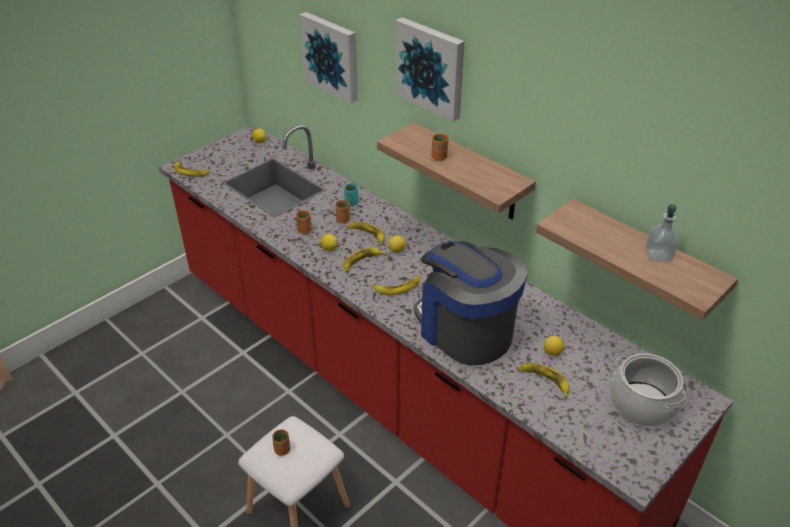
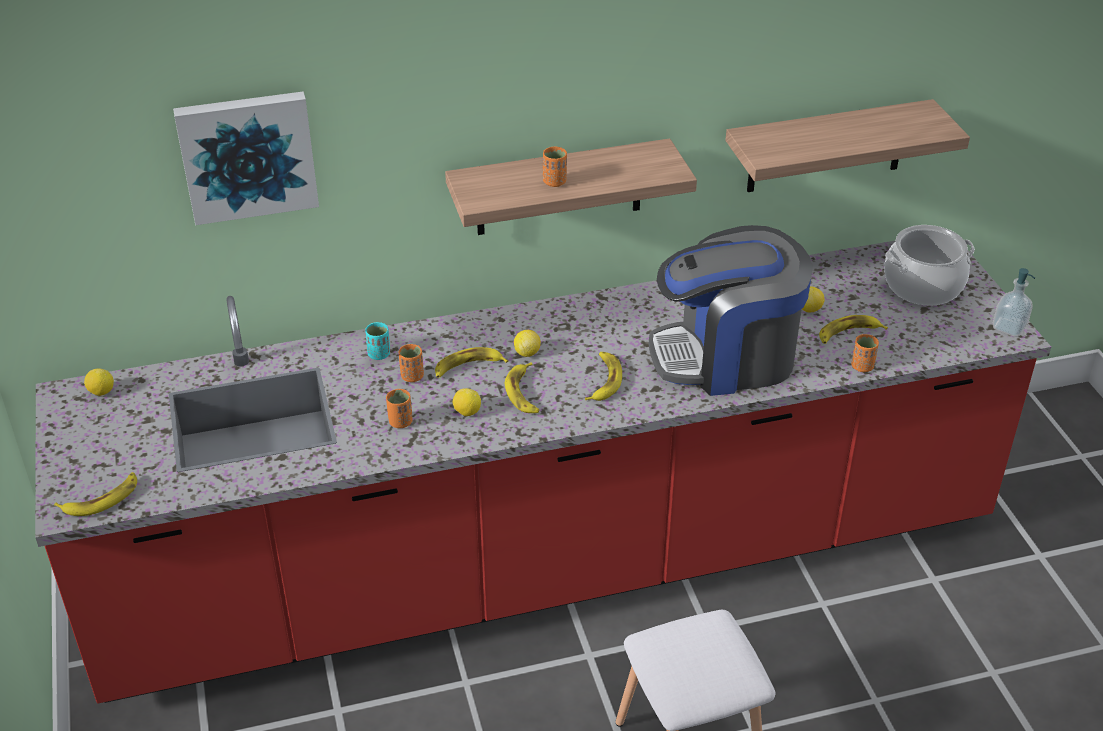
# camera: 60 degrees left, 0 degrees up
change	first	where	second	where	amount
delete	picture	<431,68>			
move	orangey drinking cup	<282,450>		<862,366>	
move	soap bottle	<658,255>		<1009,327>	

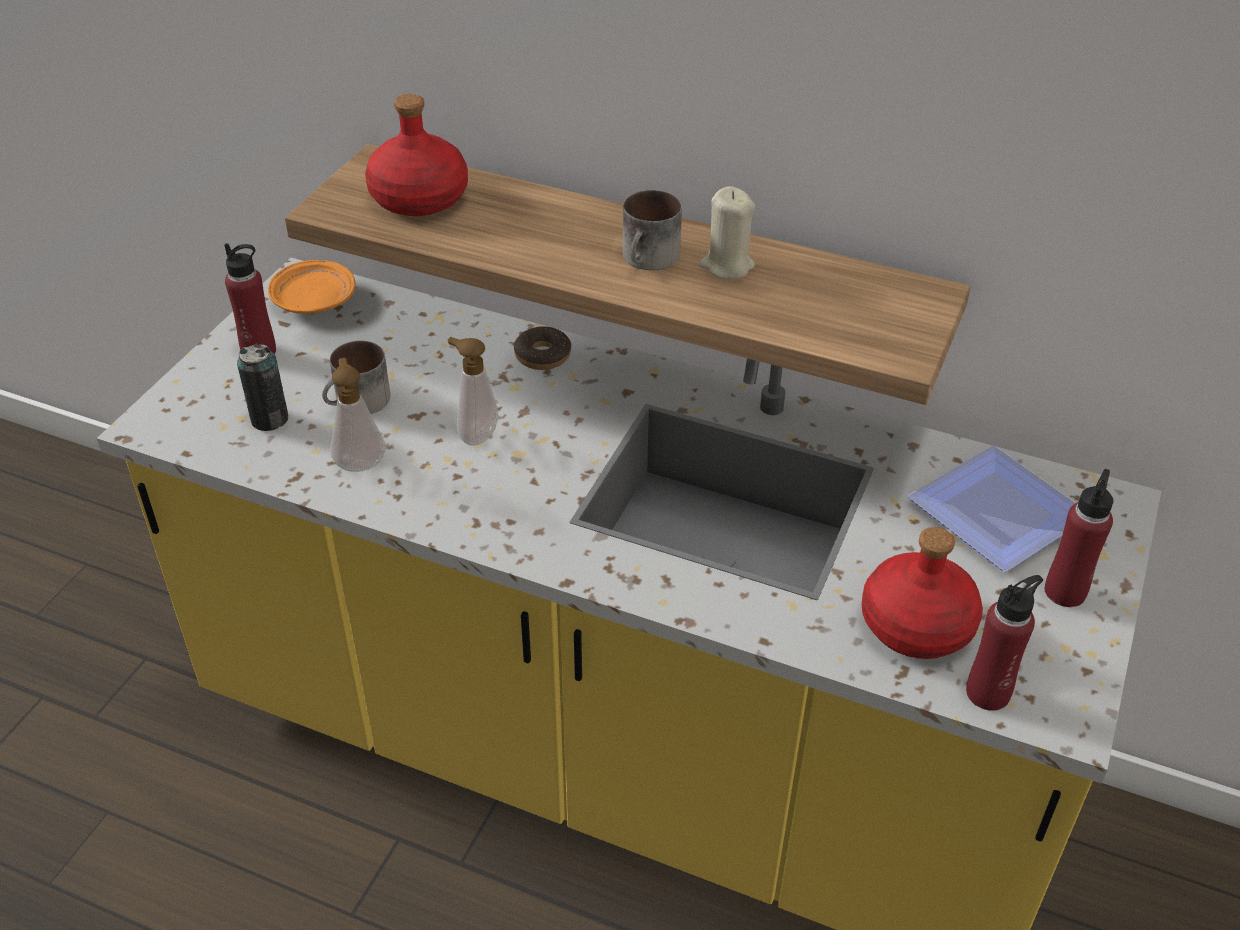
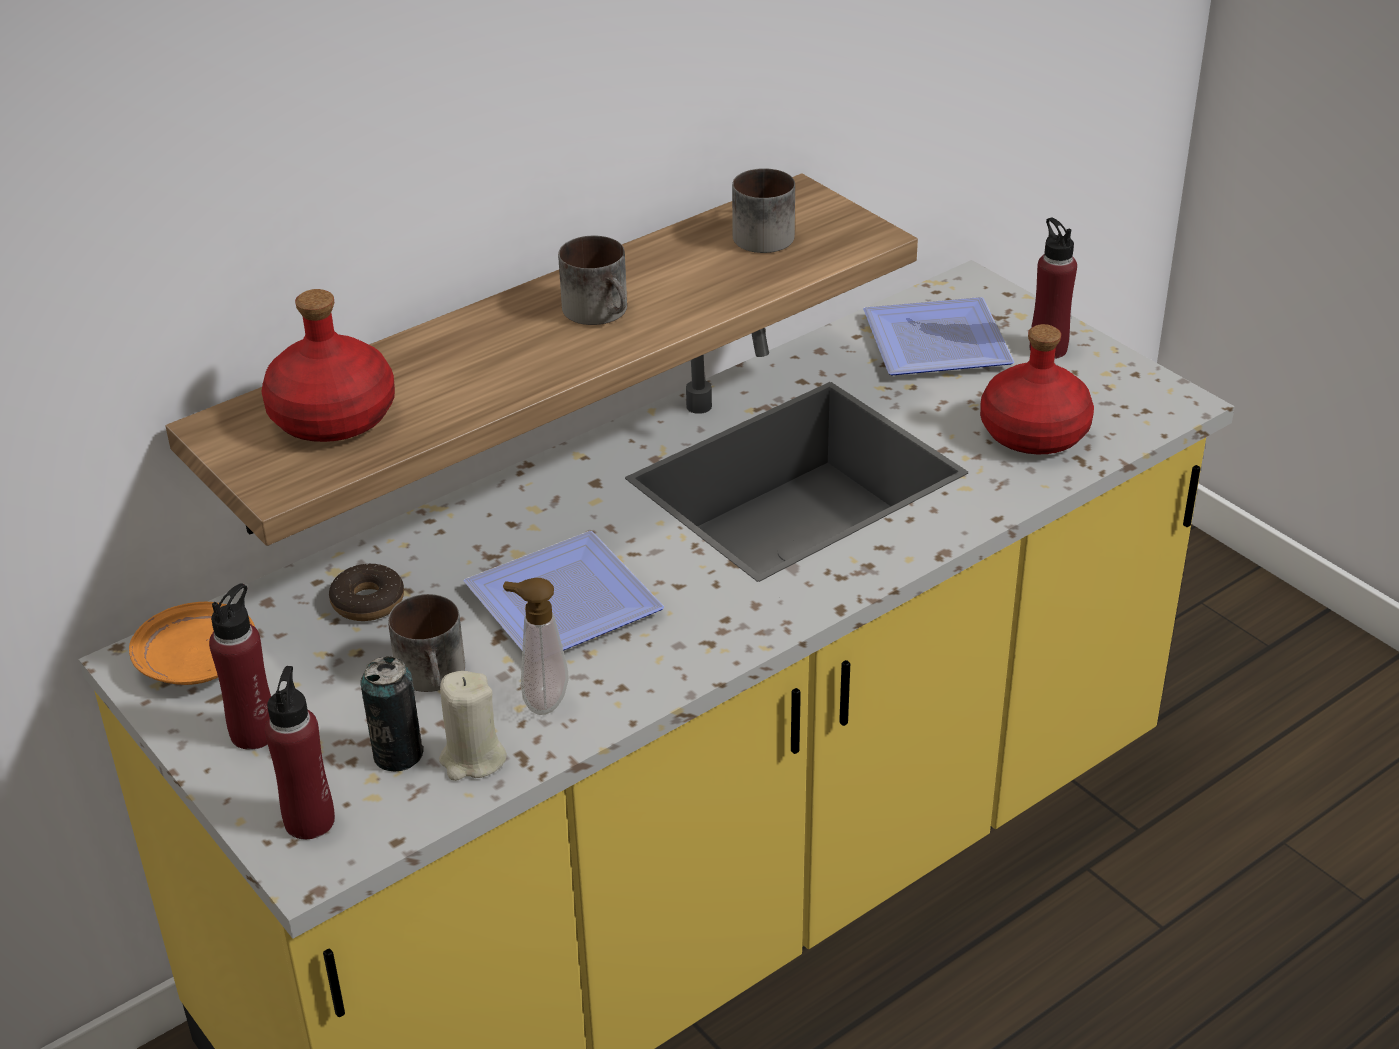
# camera: 60 degrees left, 5 degrees down
change	first	where	second	where	amount
insert			mug	<759,233>	
move	doughnut	<542,355>		<368,602>	
move	beige-coloured wax candle	<726,266>		<472,759>	
move	red-coloured bottle	<988,693>		<309,820>	
replace	soap bottle	<475,435>	flat dish	<570,603>	

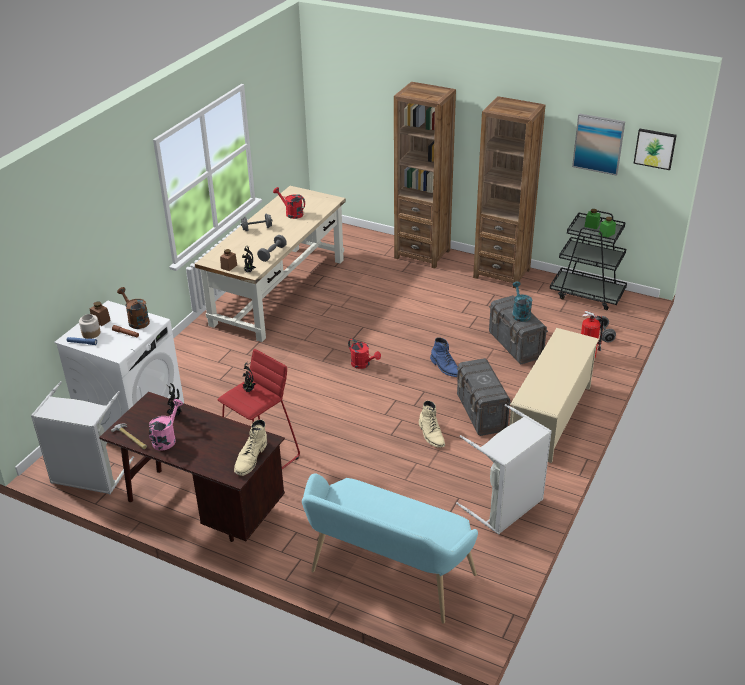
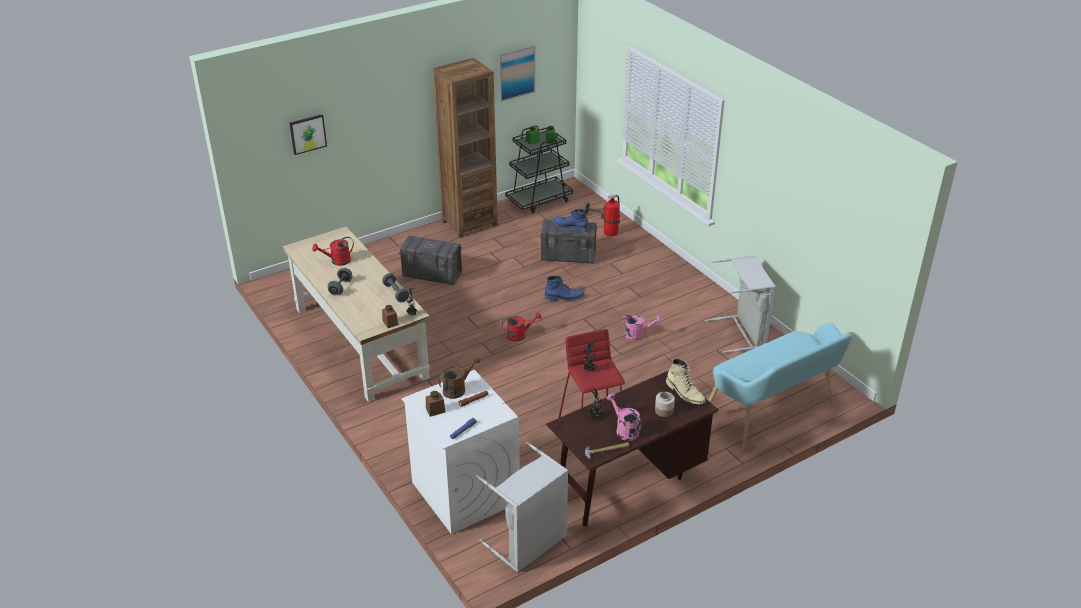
# camera: 60 degrees left, 0 degrees up
change	first	where	second	where	amount
delete	brown-coloured shelving unit	<422,254>			
delete	beige-coloured shoe stand	<550,418>			
move	preserve jar	<91,333>		<663,410>	
move	gray storage bin	<481,413>		<432,275>	
move	picture	<655,148>		<307,133>	
replace	beige-coloured boot	<431,434>	pink-coloured watering can	<637,335>	
replace	turquoise watering can	<520,313>	blue boot	<570,226>	
rotate	brown-coloured watering can	<136,320>		<457,389>	150 degrees clockwise

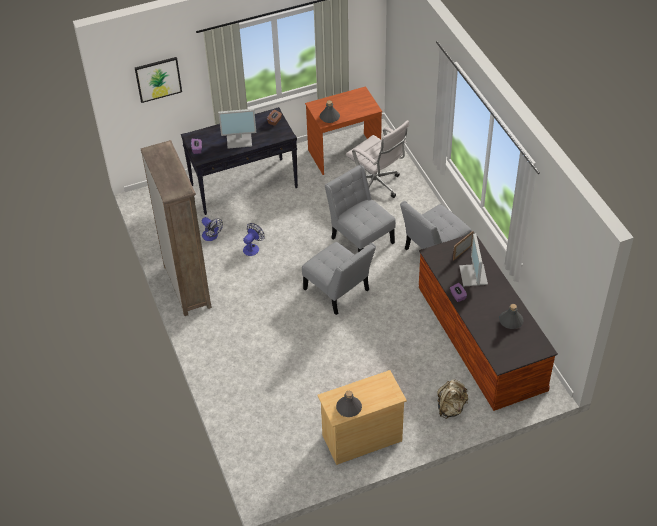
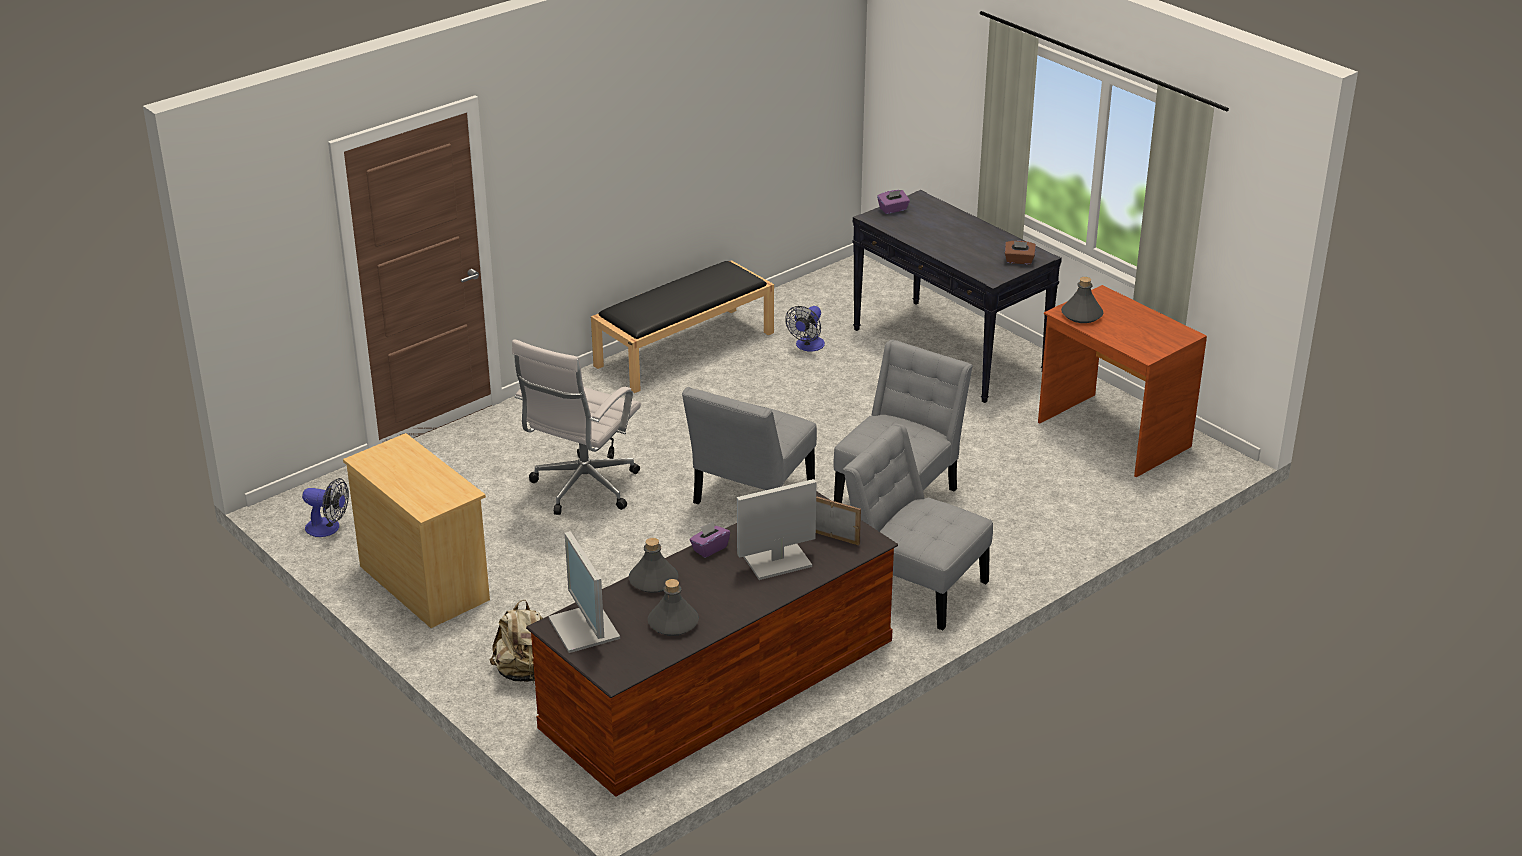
# camera: 70 degrees right, 15 degrees down
change	first	where	second	where	amount
delete	picture	<158,79>			
move	computer screen	<239,139>		<585,629>	
move	cooling fan	<253,248>		<328,528>	
move	gray bottle	<349,408>		<653,581>	
move	white-coloured office chair	<377,186>		<582,489>	
replace	brown-coloured shelving unit	<187,286>	black long seat	<685,348>	

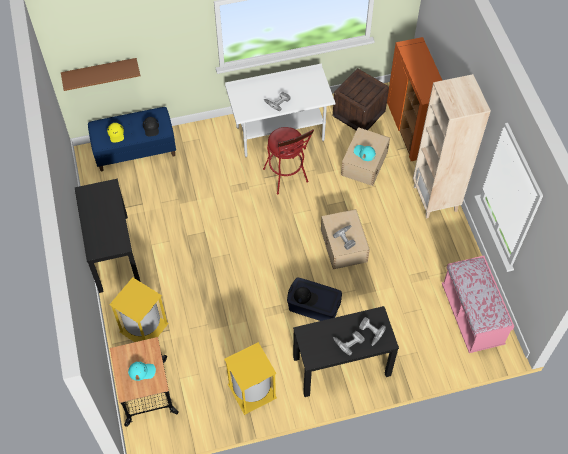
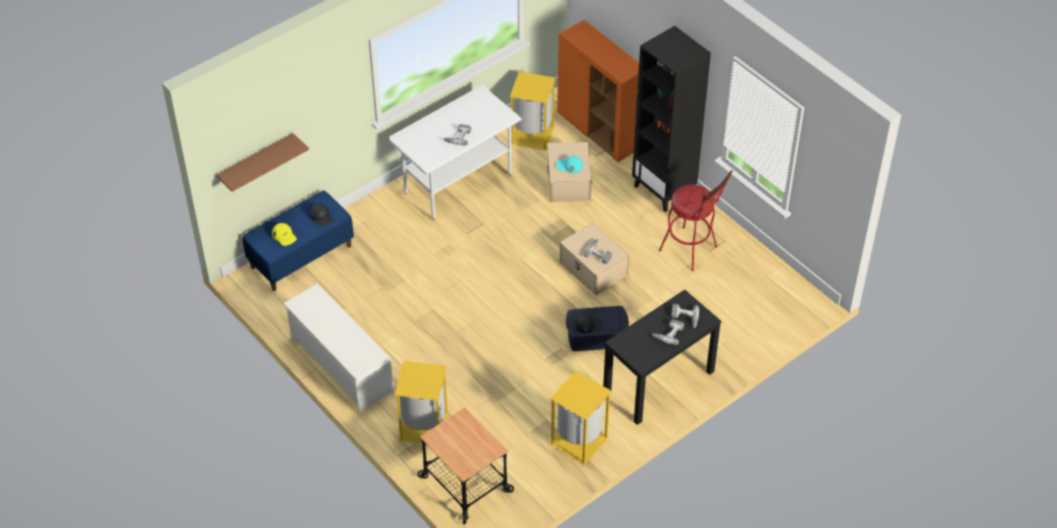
# camera: 25 degrees left, 10 degrees down
change	first	where	second	where	amount
delete	turquoise cap	<142,371>			
delete	pink-coloured long seat	<472,315>			
move	red-coloured sitting stool	<287,178>		<692,250>	
replace	black console table	<113,252>	white-coloured shoe stand	<341,366>	
replace	crate	<359,113>	yellowish rubbish bin	<533,134>	
recolor	beige-coloured shelving unit	<435,199>	black shelving unit	<664,190>	

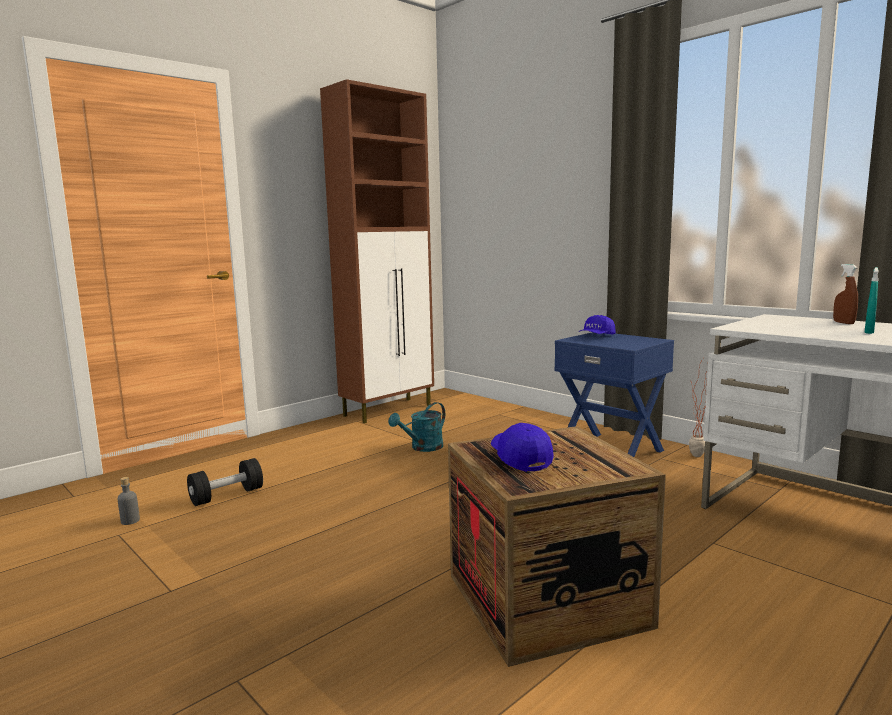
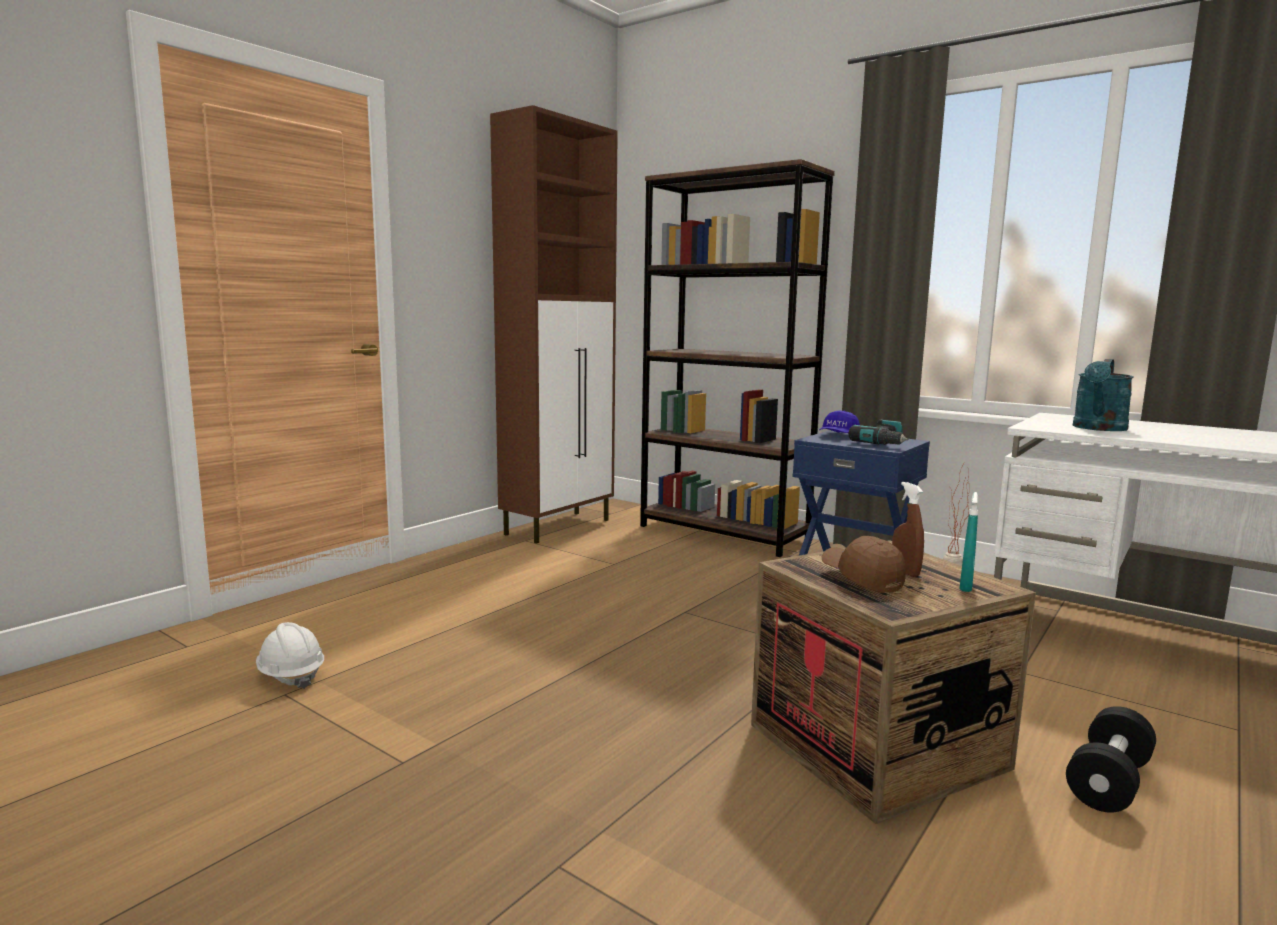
# camera: 10 degrees left, 0 degrees up
change	first	where	second	where	amount
insert			brown-coloured shelving unit	<723,533>	
insert			electric drill	<884,443>	
move	black hand weight	<227,496>		<1108,782>	
move	turquoise watering can	<422,448>		<1098,428>	
move	brown-coloured spray bottle	<843,323>		<905,572>	
move	turquoise spray bottle	<869,332>		<965,587>	
replace	gray bottle	<130,521>	white-coloured safety helmet	<291,676>	
recolor	blue cap	<520,459>	brown-coloured cap	<861,578>	

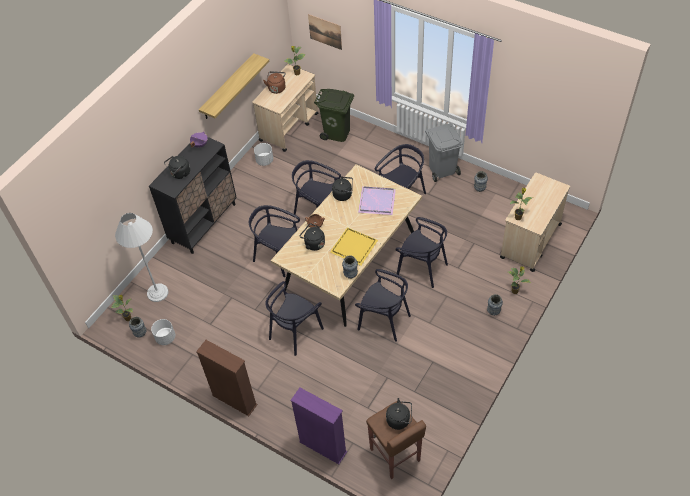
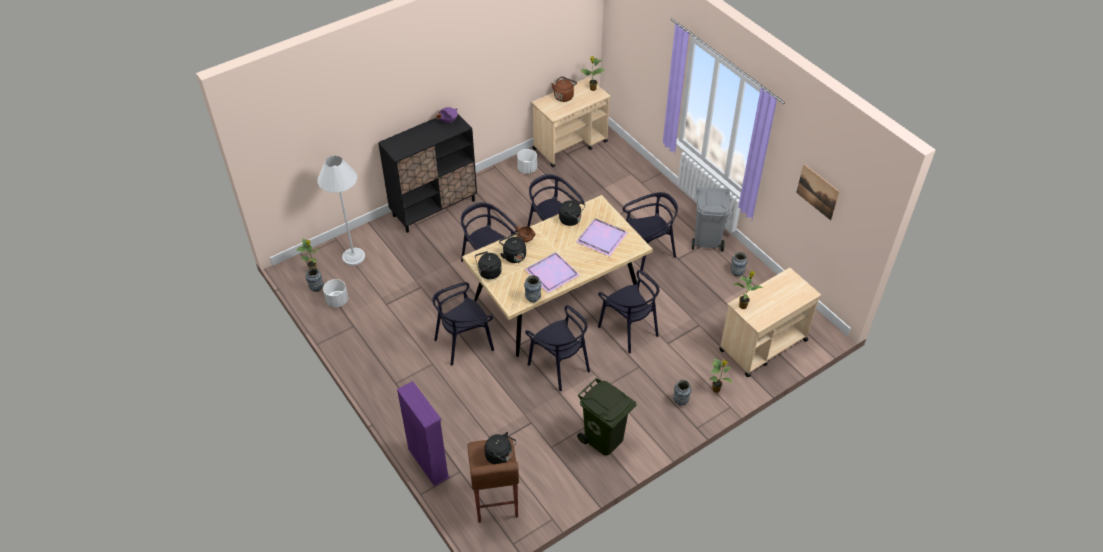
# camera: 20 degrees right, 5 degrees down
change	first	where	second	where	amount
delete	brown-coloured shelving unit	<234,400>			
delete	wall shelf	<228,87>			
move	black water kettle	<179,174>		<488,273>	
move	picture	<325,32>		<817,192>	
move	greenish rubbish bin	<337,133>		<603,439>	
recolor	yellowish carrying tray	<353,247>	purplish carrying tray	<551,273>	

